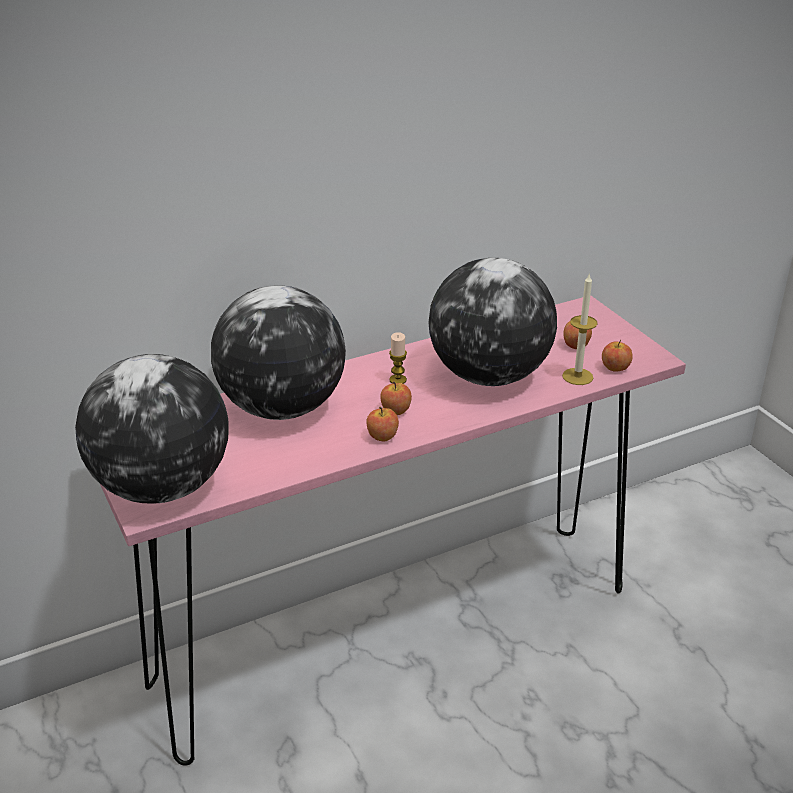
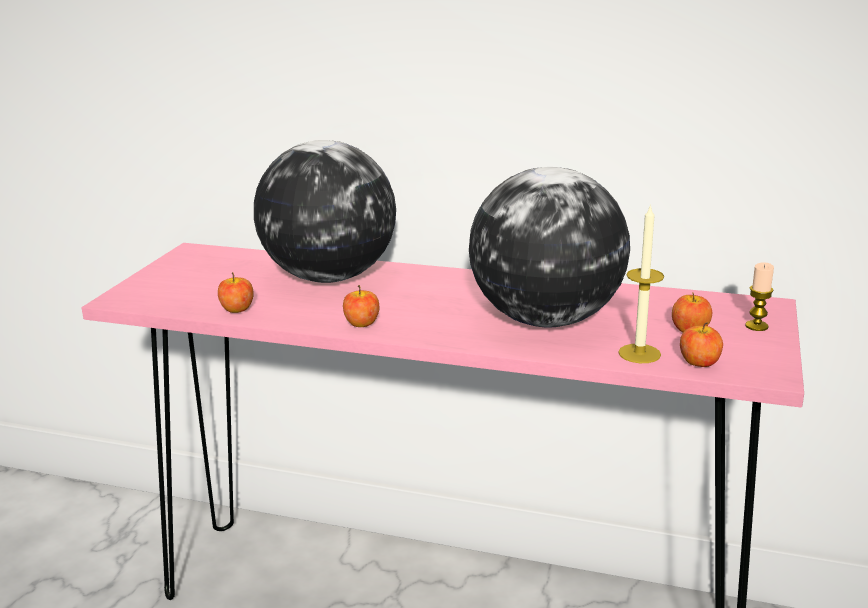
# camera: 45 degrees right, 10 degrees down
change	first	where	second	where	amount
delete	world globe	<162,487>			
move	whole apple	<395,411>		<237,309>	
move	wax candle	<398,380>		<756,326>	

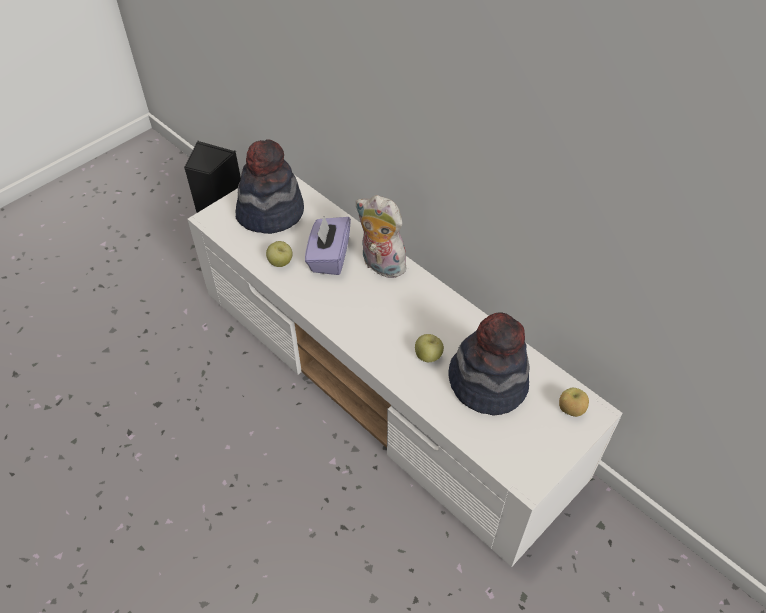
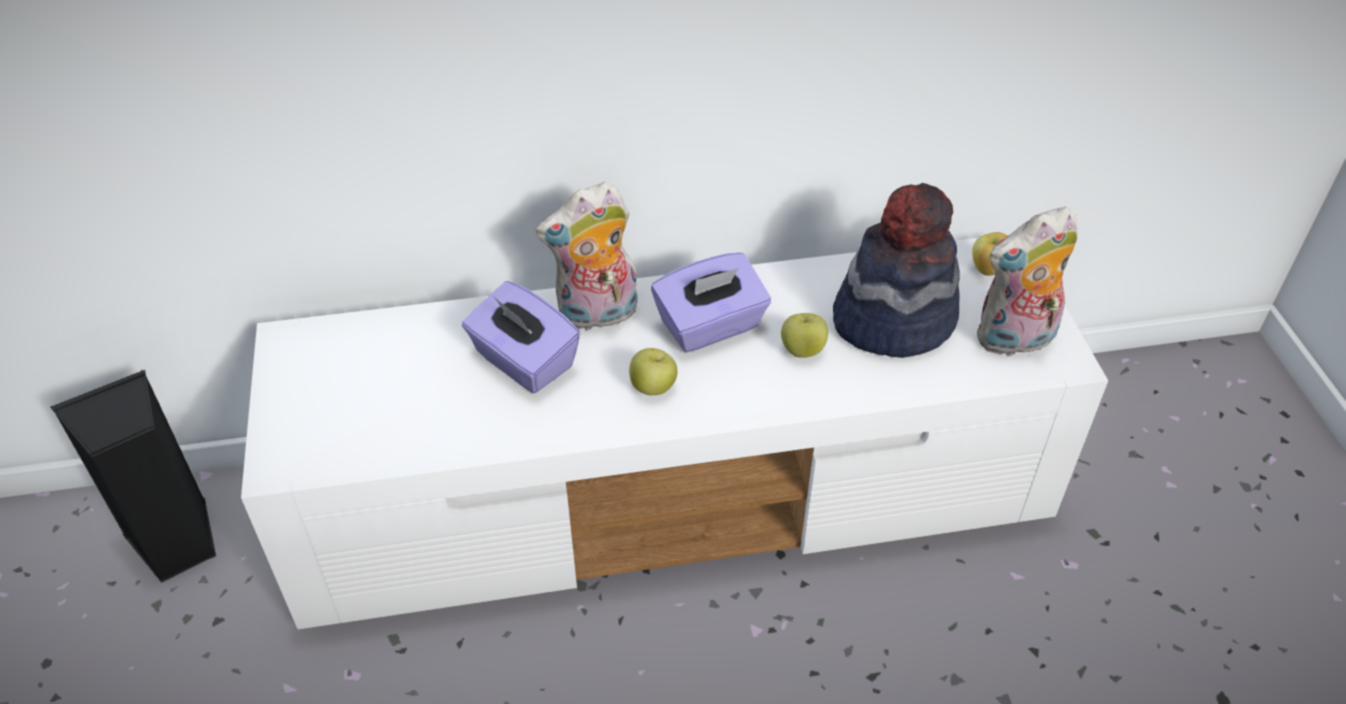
# camera: 55 degrees left, 5 degrees down
change	first	where	second	where	amount
delete	clothing hat	<270,213>			
insert			purplish box of tissues	<710,326>	
insert			soft toy	<1014,340>	
move	whole apple	<280,263>		<653,387>	

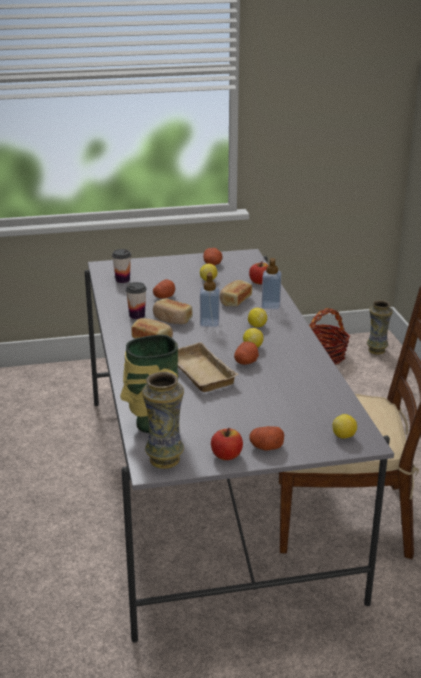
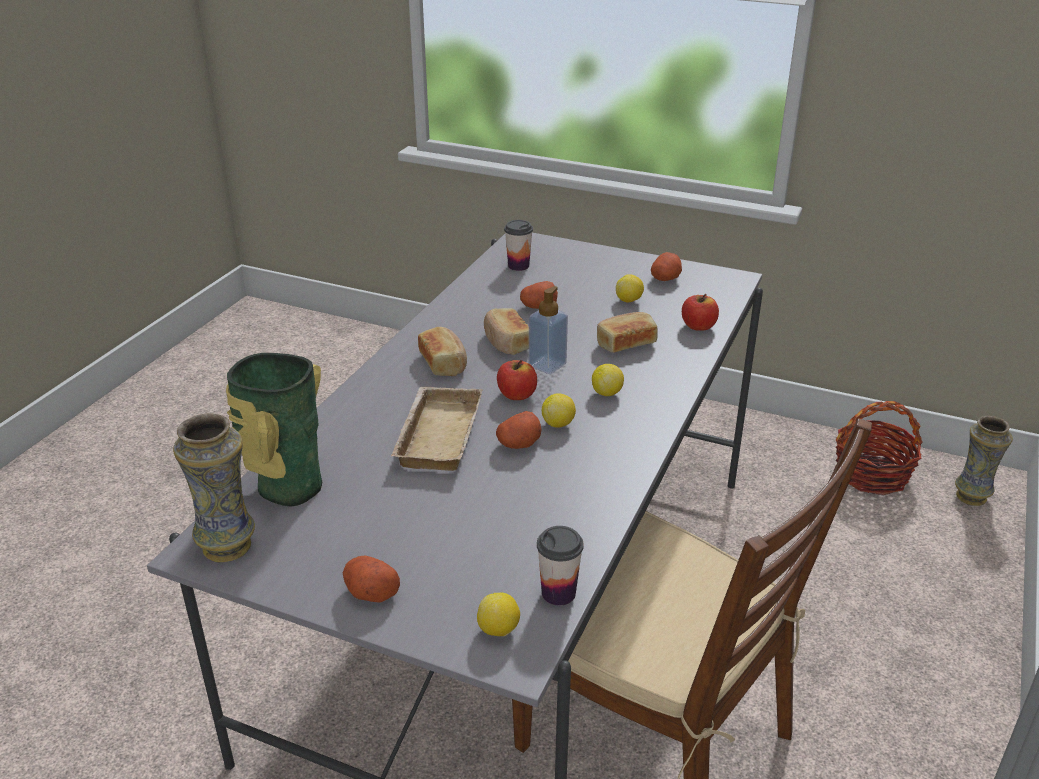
# camera: 35 degrees right, 5 degrees up
change	first	where	second	where	amount
delete	soap bottle	<270,305>			
move	drinking cup	<137,315>		<558,593>	
move	whole apple	<226,455>		<516,395>	

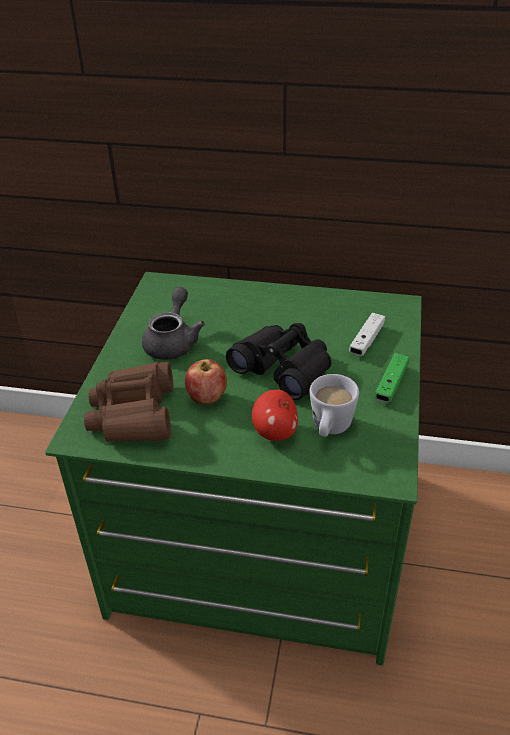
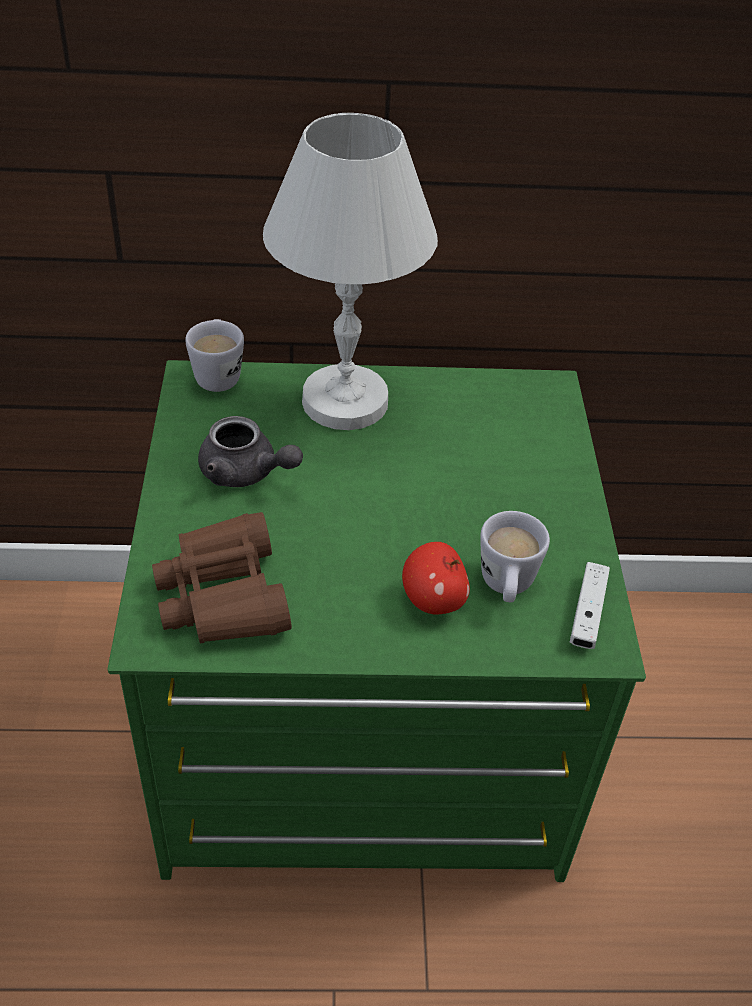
# camera: 15 degrees left, 5 degrees up
change	first	where	second	where	amount
delete	whole apple	<207,398>			
delete	black field glasses	<283,368>			
delete	greenish game controller	<391,384>			
insert			white-coloured mug	<218,374>	
insert			white-coloured table lamp	<345,400>	
move	white-coloured game controller	<366,340>		<587,613>	
rotate	gray pot for tea	<173,341>		<246,473>	120 degrees clockwise

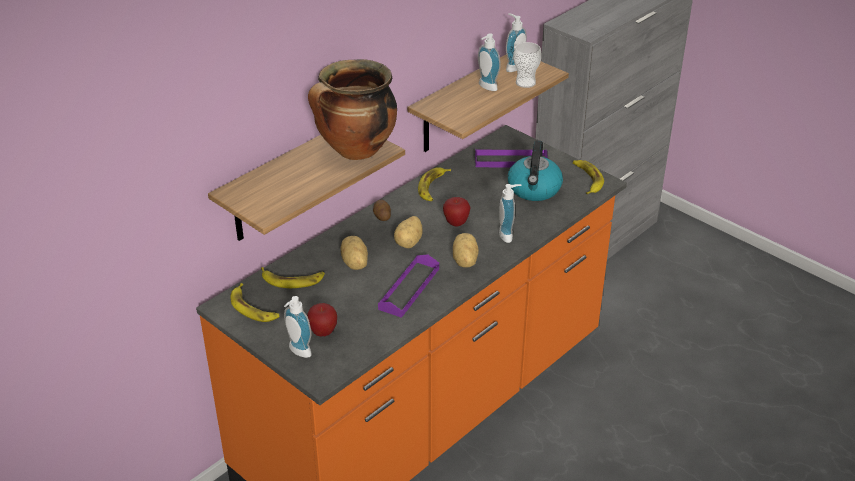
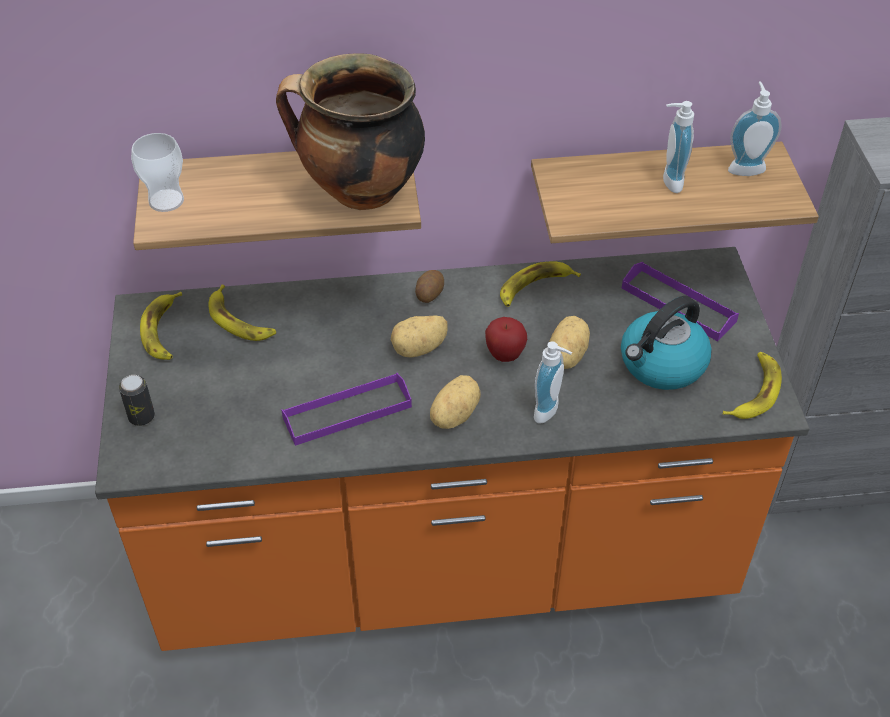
# camera: 40 degrees right, 10 degrees up
change	first	where	second	where	amount
delete	whole apple	<323,332>			
move	potato	<354,263>		<565,355>	
move	drinking cup	<525,83>		<166,200>	
replace	soap bottle	<297,352>	can	<141,417>	

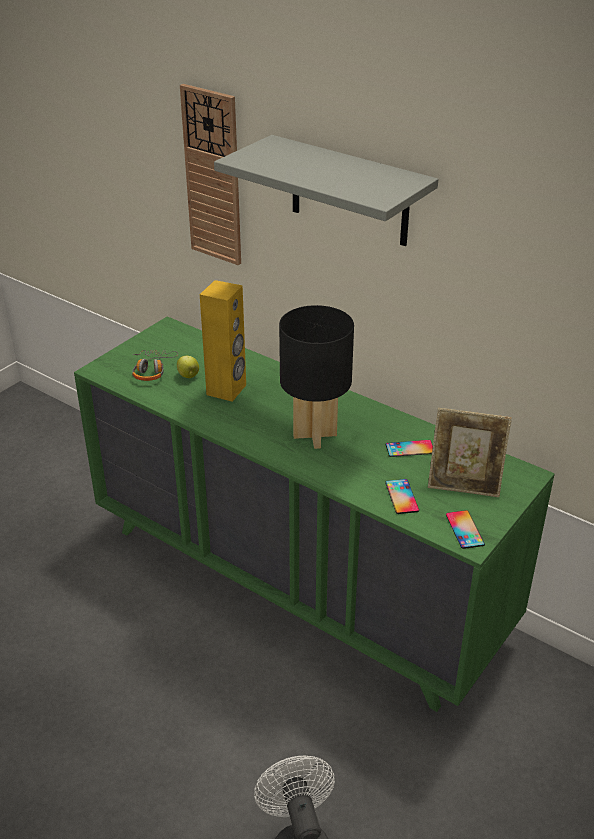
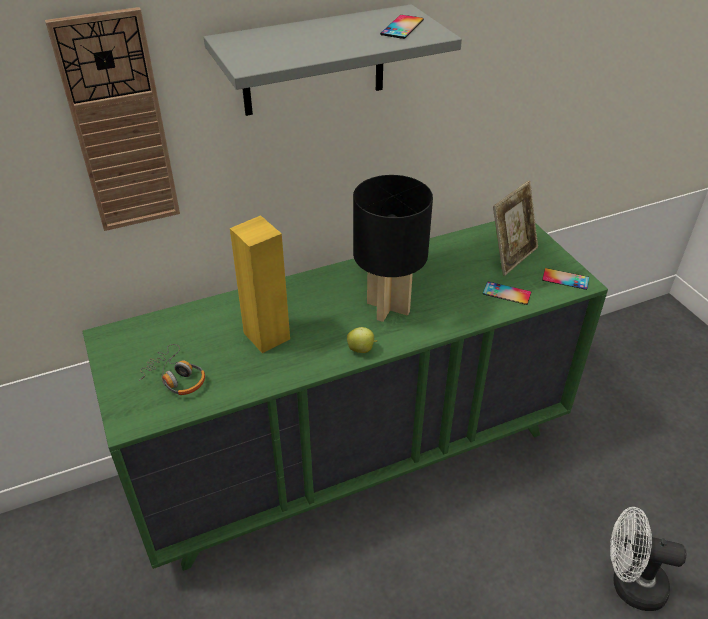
# camera: 60 degrees left, 5 degrees up
change	first	where	second	where	amount
move	whole apple	<188,376>		<361,349>	
move	telephone	<410,449>		<402,27>	

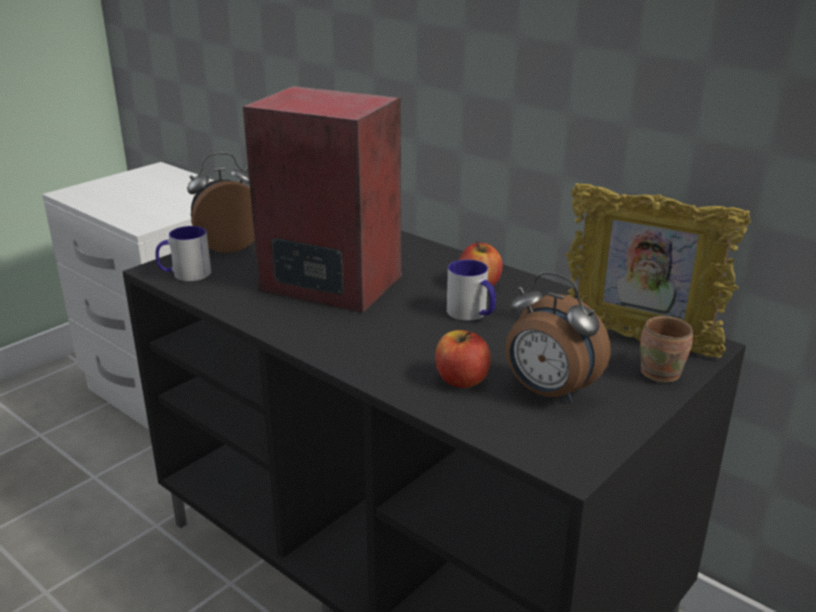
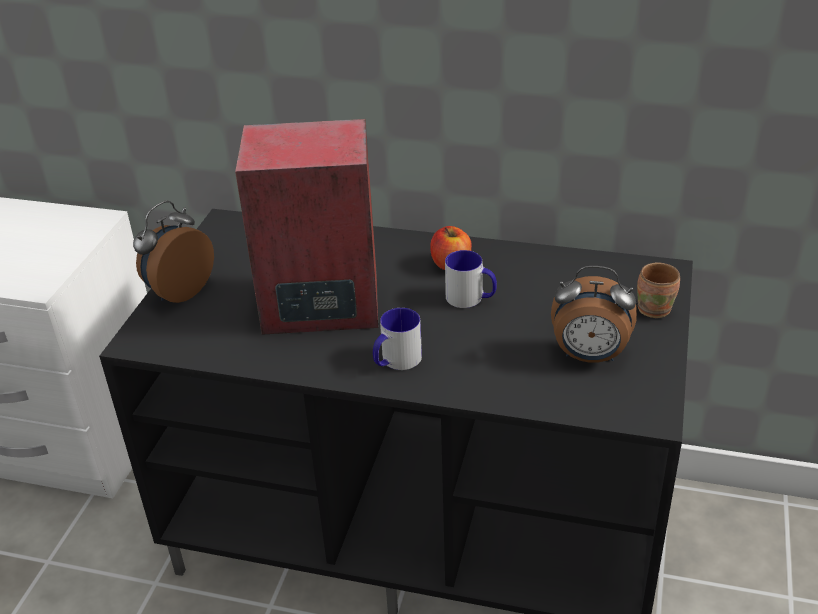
# camera: 25 degrees left, 10 degrees up
change	first	where	second	where	amount
delete	whole apple	<461,380>			
delete	standing frame	<638,339>			
move	mug	<185,274>		<396,361>	

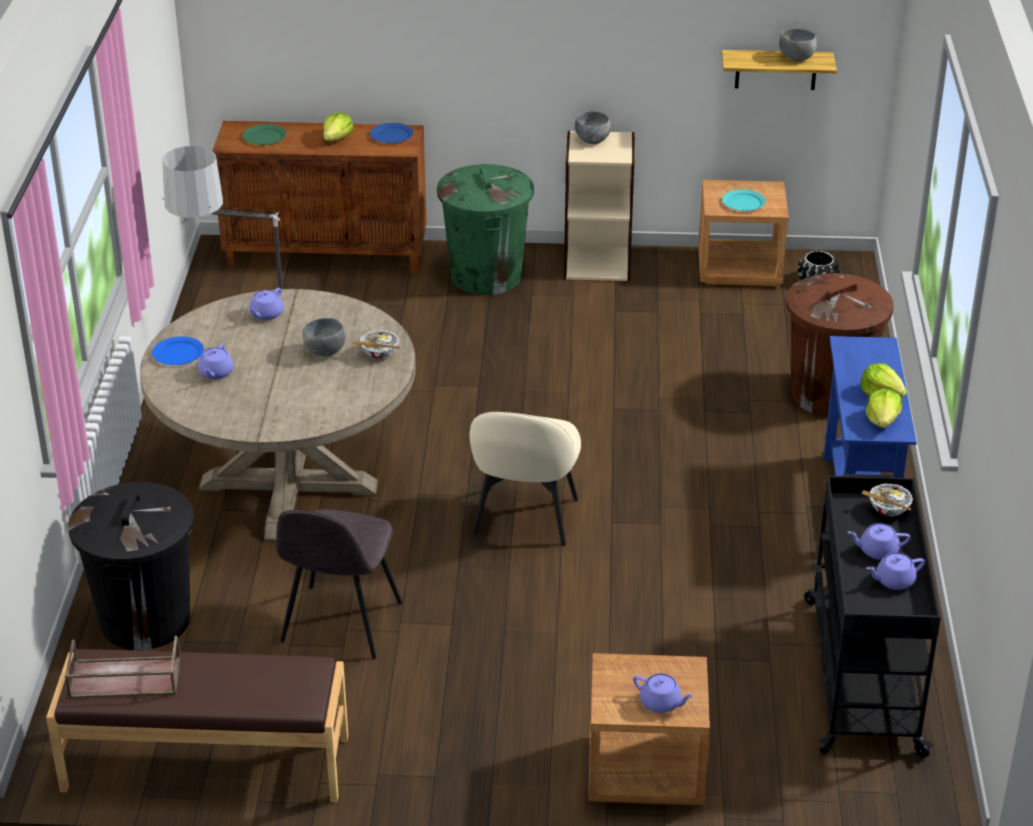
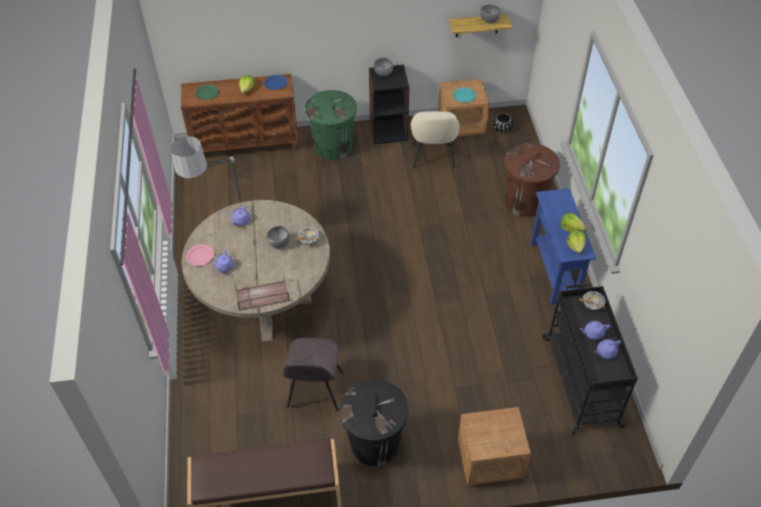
# camera: 10 degrees left, 15 degrees up
change	first	where	second	where	amount
delete	purplish pot for tea	<661,703>			
move	brown-coloured carrying tray	<123,679>		<262,296>	
move	black rubbish bin	<146,620>		<375,443>	
move	beige-coloured chair	<524,519>		<433,157>	
recolor	blue flat dish	<177,353>	pink-coloured flat dish	<200,256>	
recolor	beige-coloured shelving unit	<597,263>	black shelving unit	<388,130>	

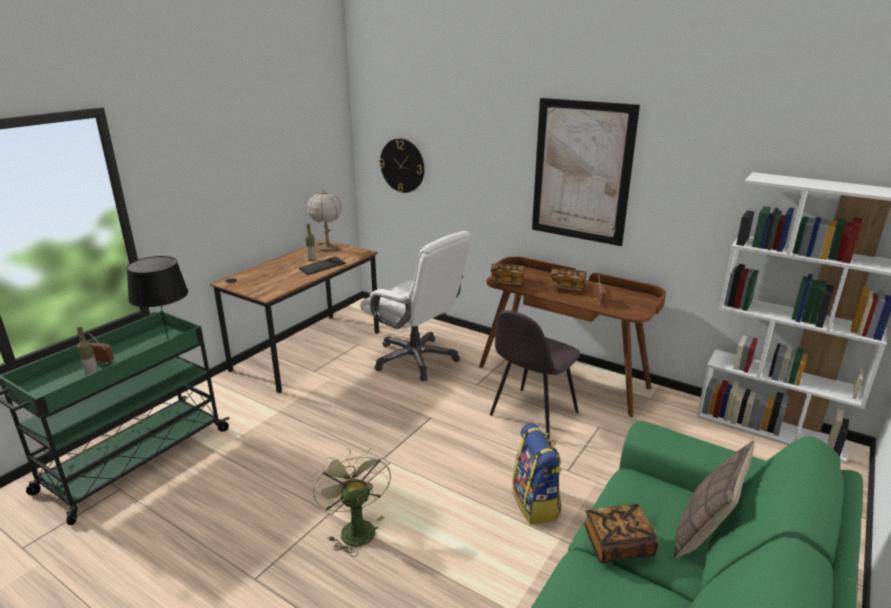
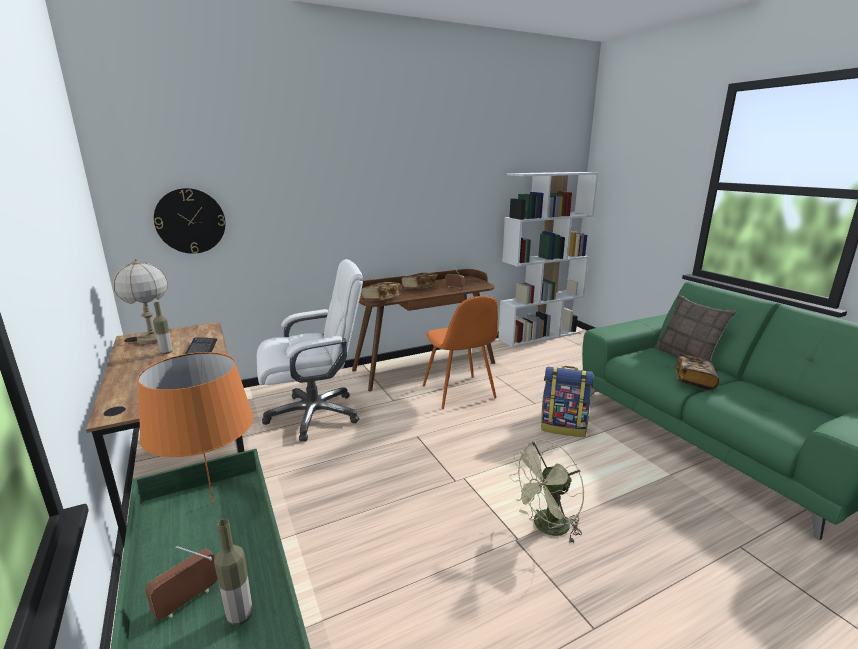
# camera: 60 degrees left, 5 degrees down
change	first	where	second	where	amount
delete	picture	<581,172>			
recolor	black table lamp	<168,339>	orangey table lamp	<212,502>	
recolor	gray chair	<532,415>	orangey chair	<459,393>	
rotate	greenish cooling fan	<354,528>		<546,528>	45 degrees counterclockwise

